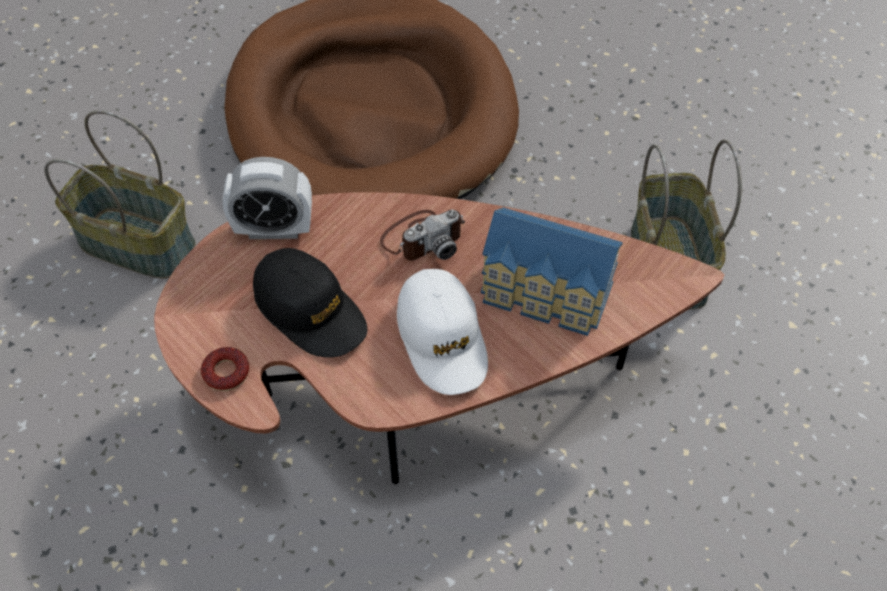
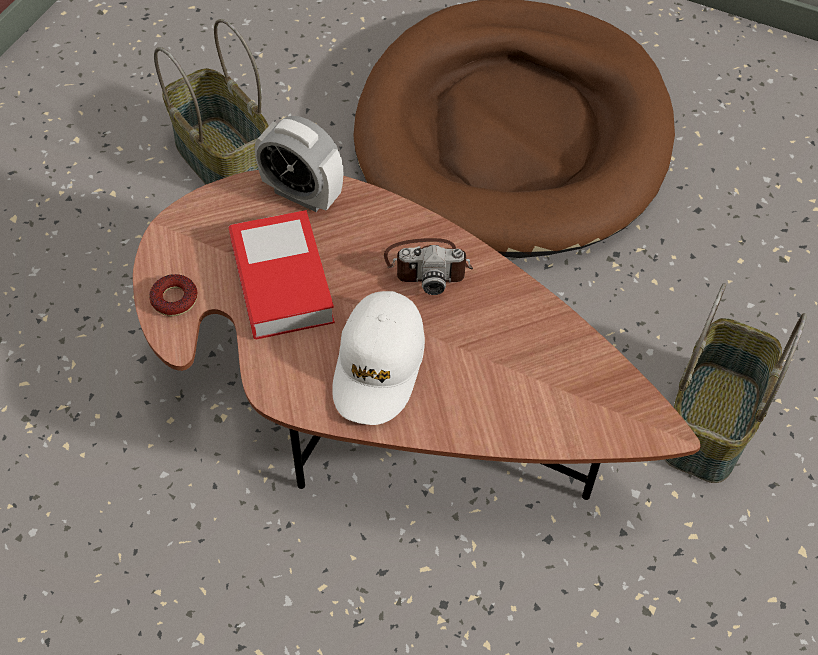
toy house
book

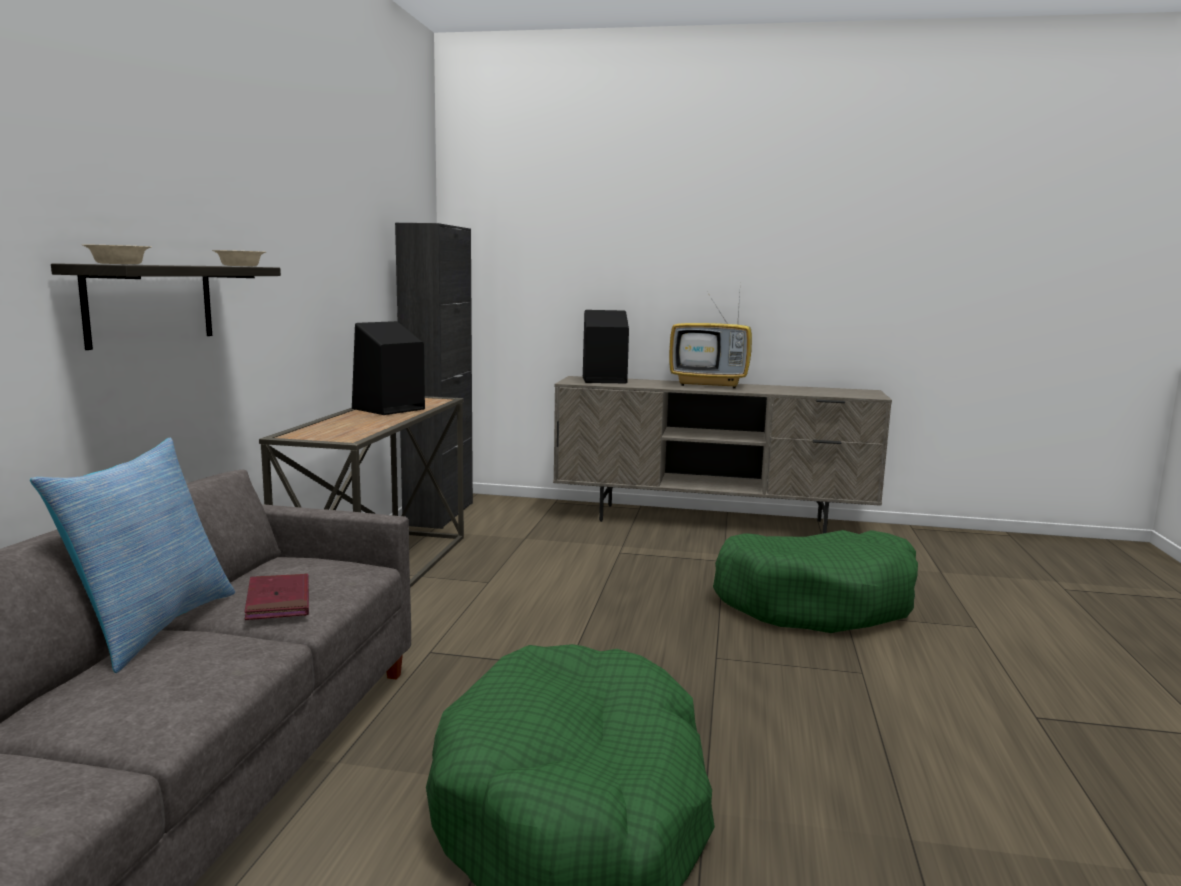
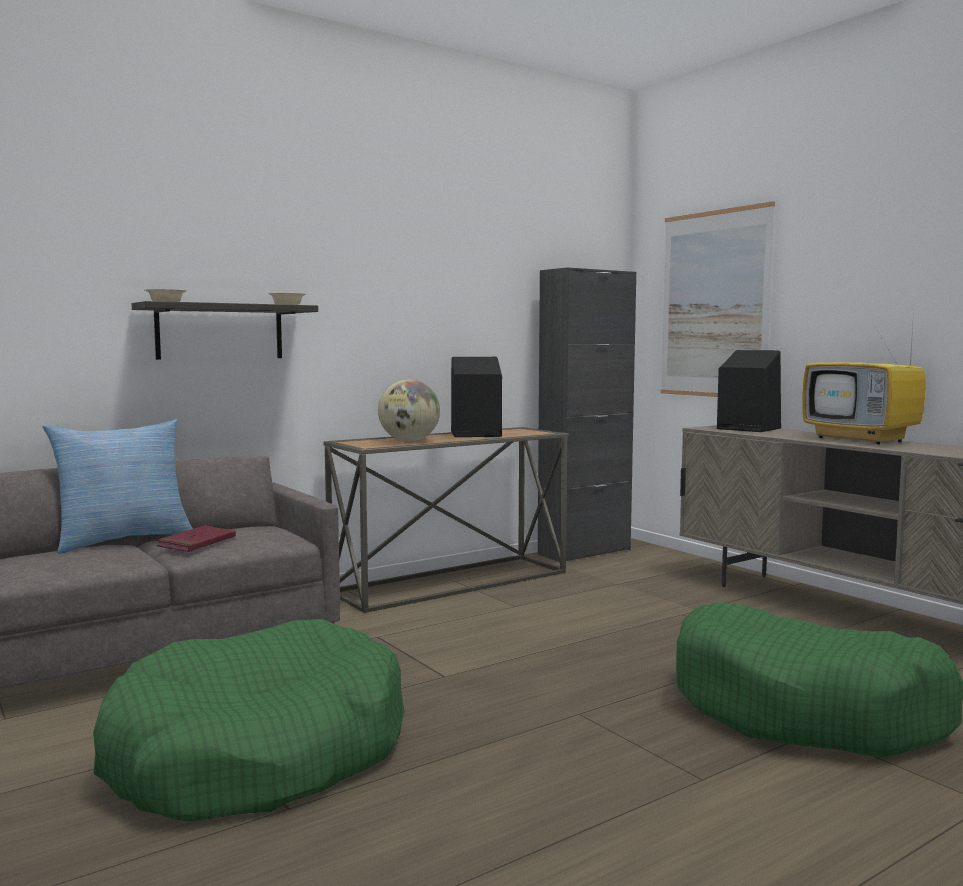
picture
globe

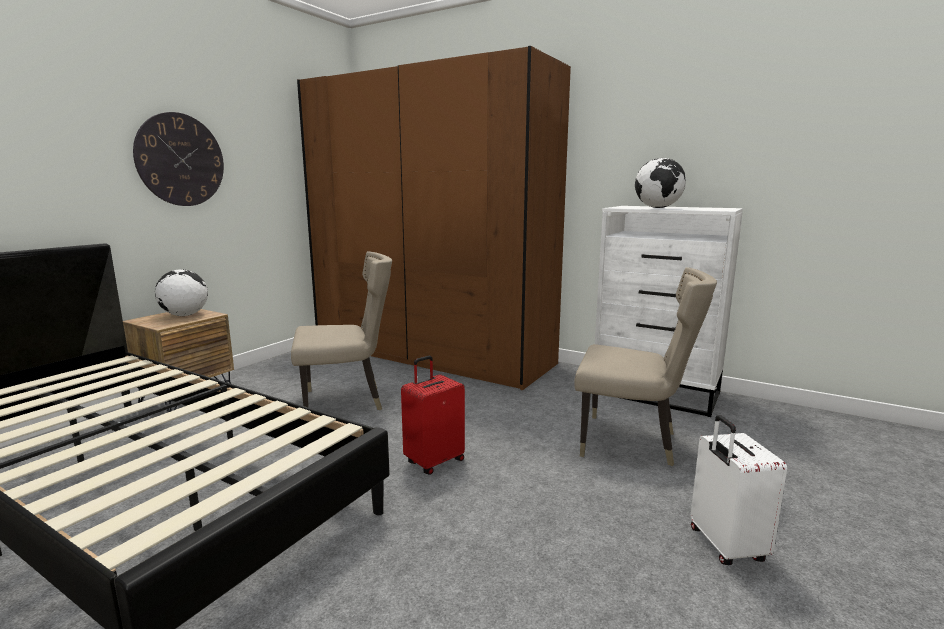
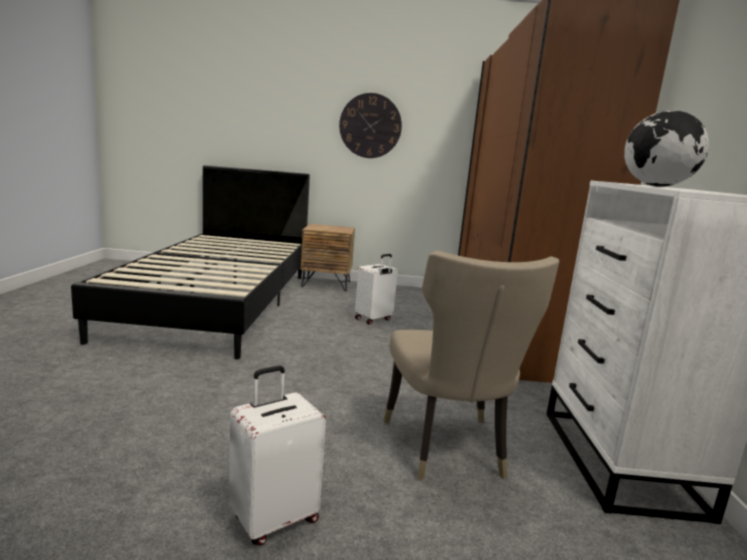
suitcase in white (2nd from left)
globe (1st from left in the first image)
suitcase in red

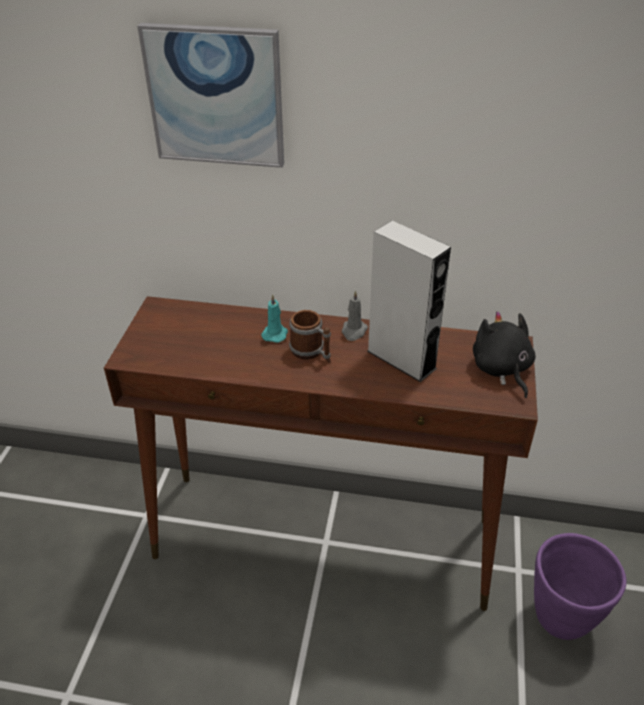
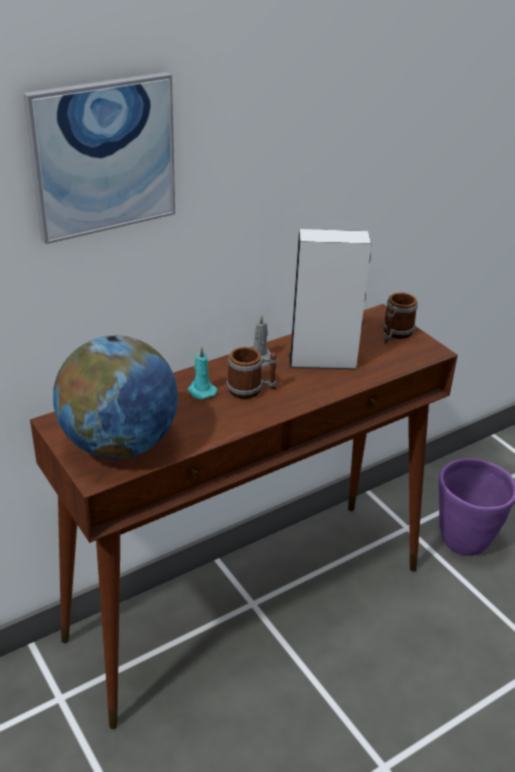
mug (2nd from left)
globe

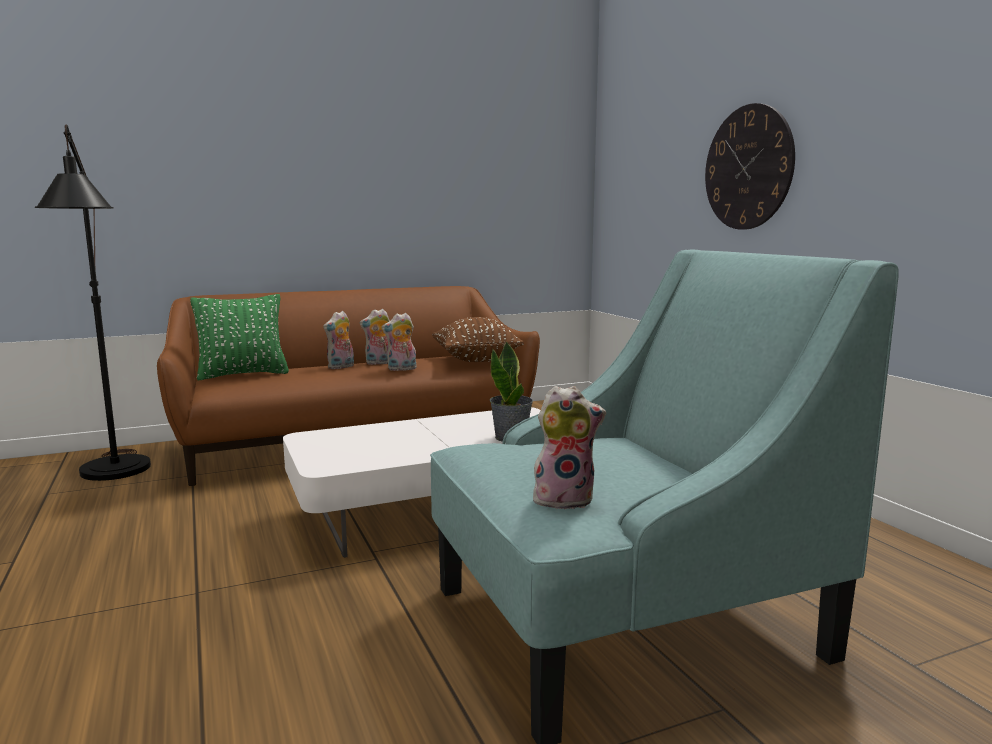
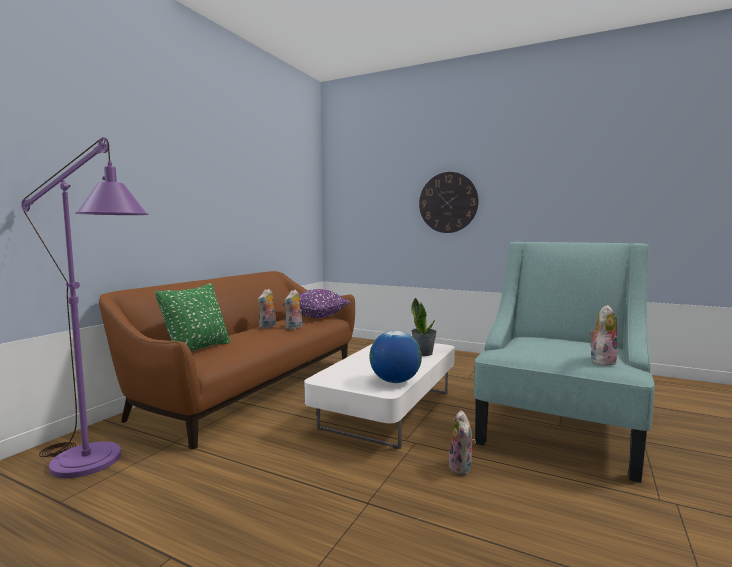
floor lamp in purple
plush toy (3rd from left)
pillow in purple
globe

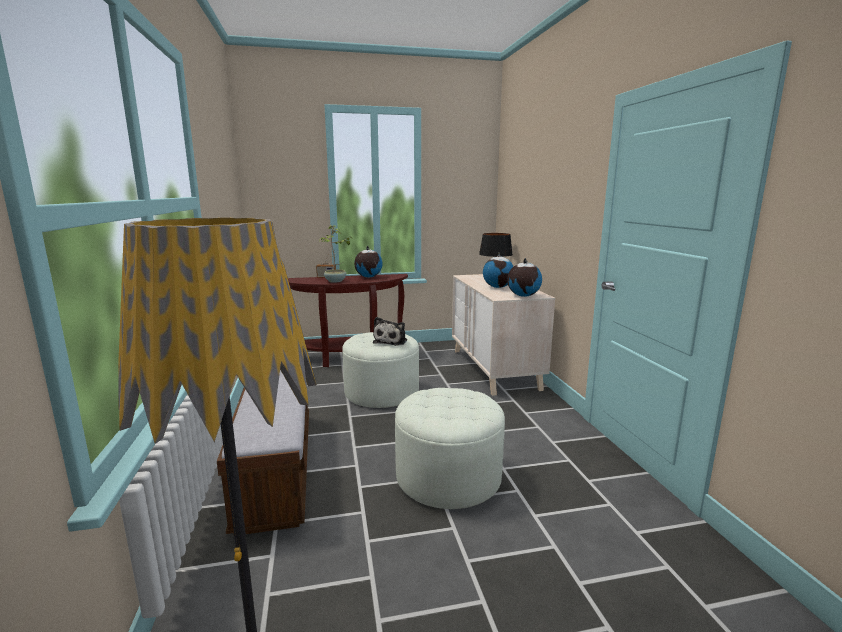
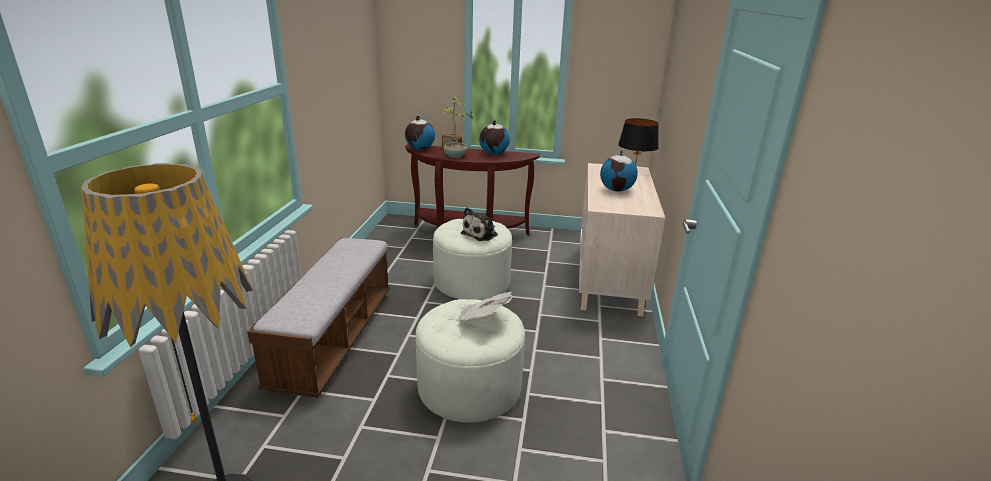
globe (1st from left)
newspaper

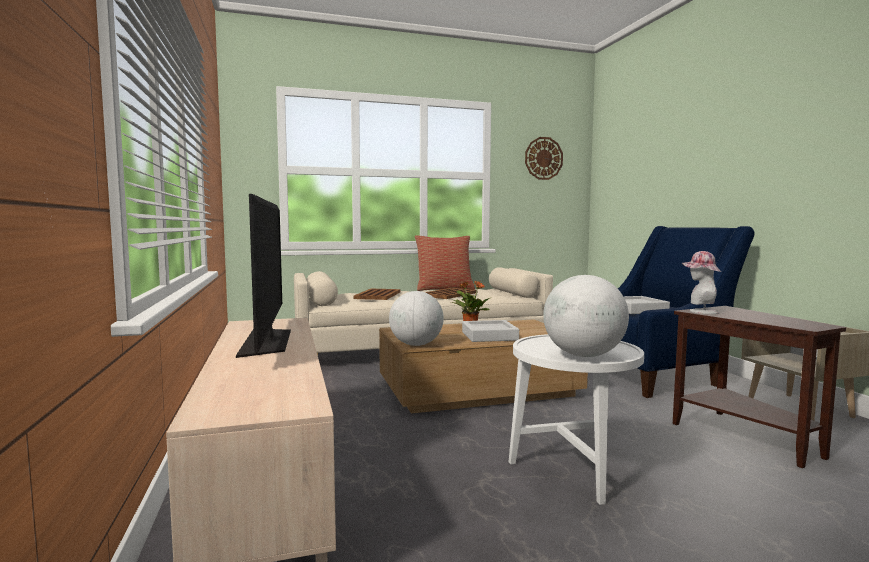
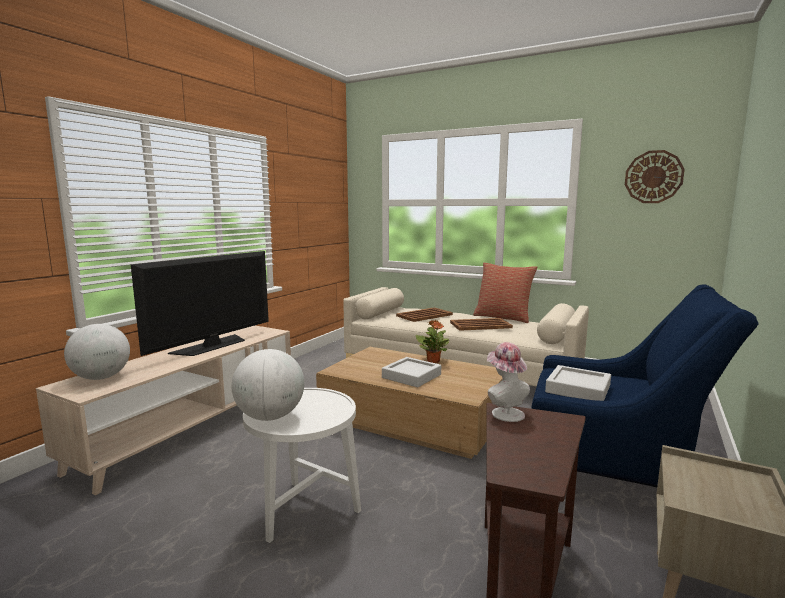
globe (1st from left)

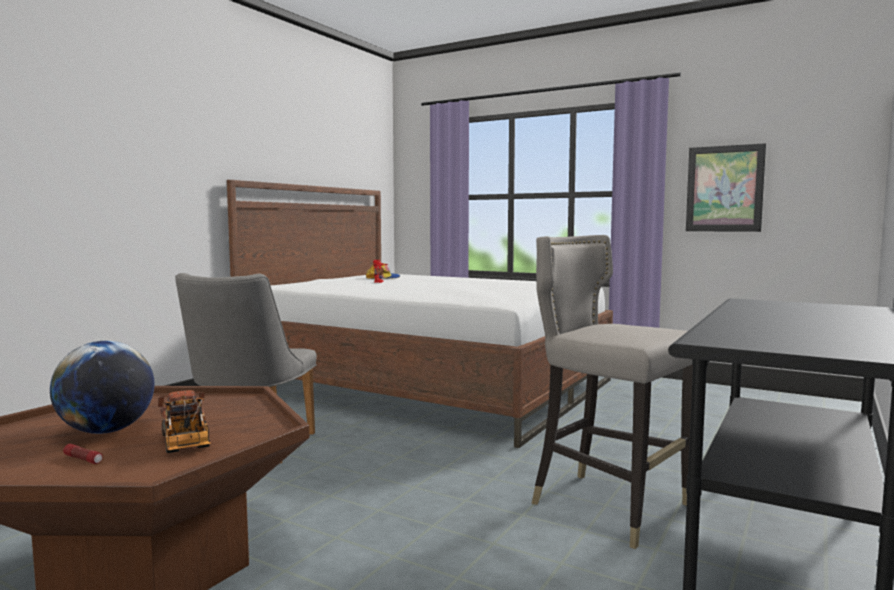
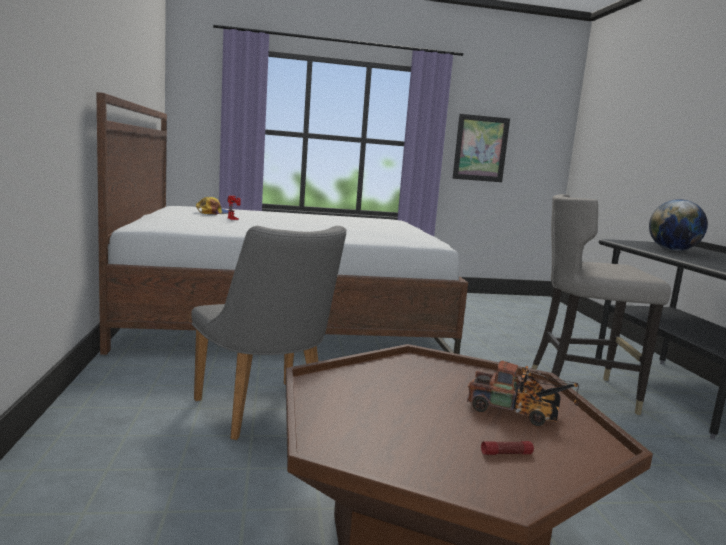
globe

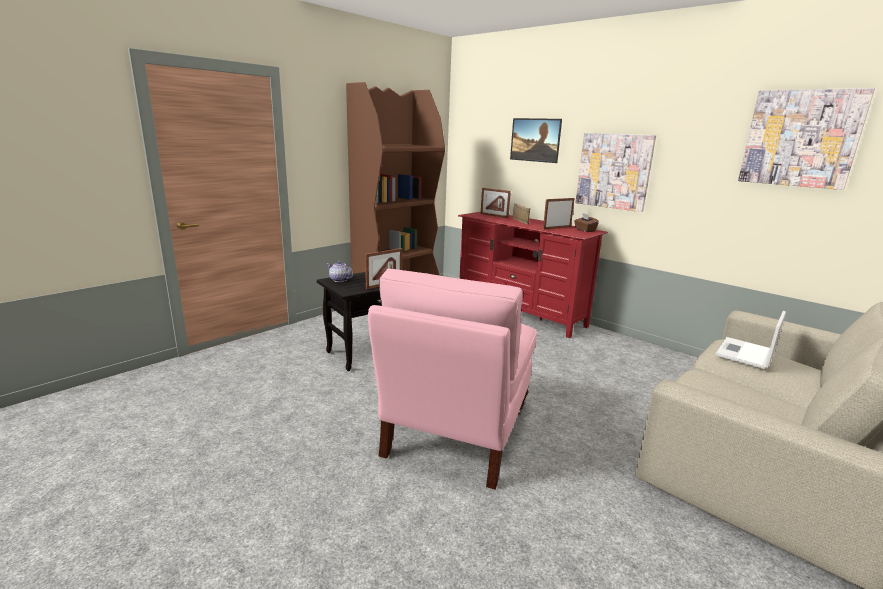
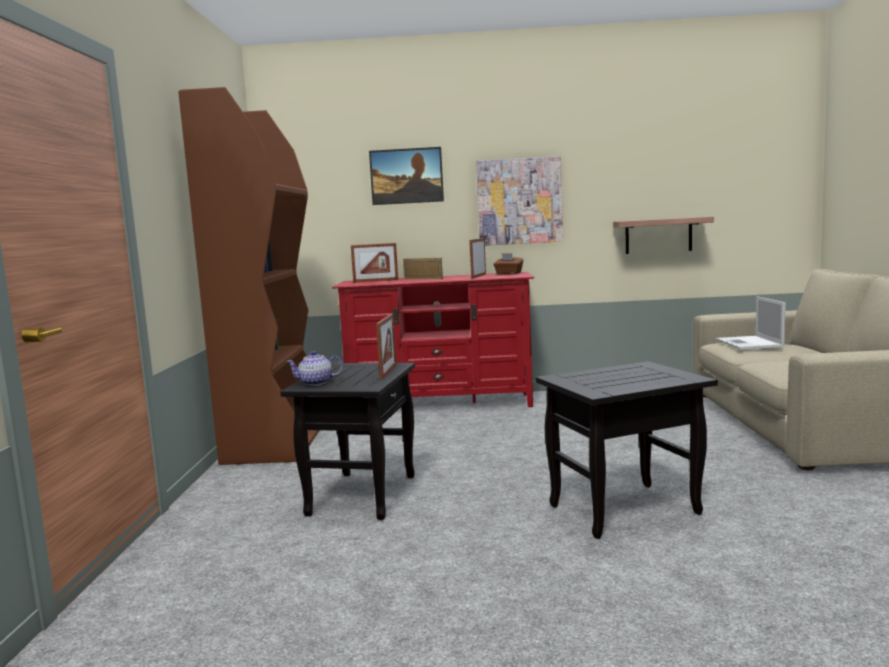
picture (3rd from left in the first image)
side table in black (2nd from left)
shelf

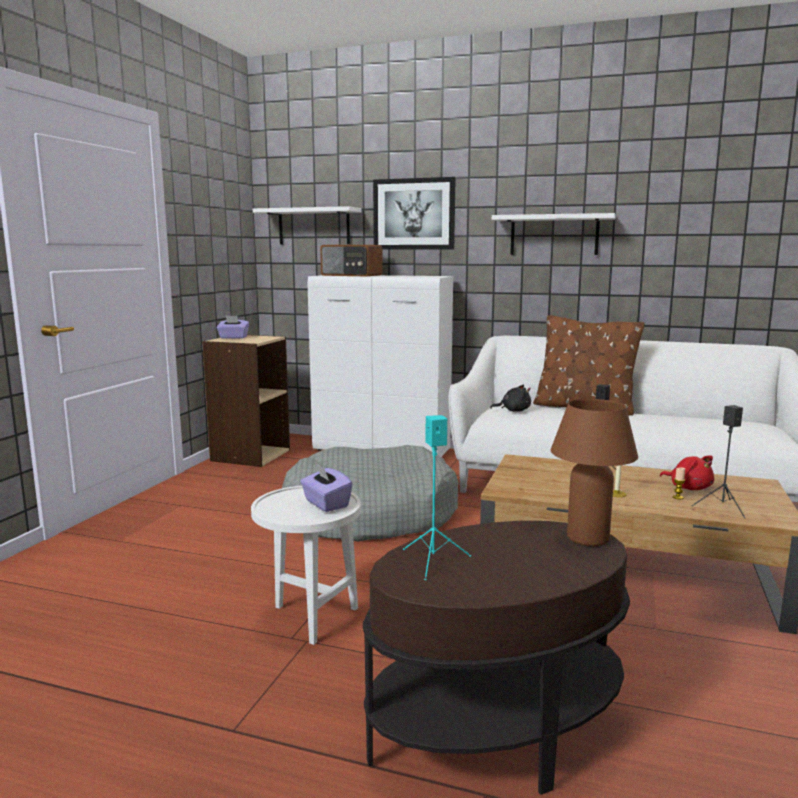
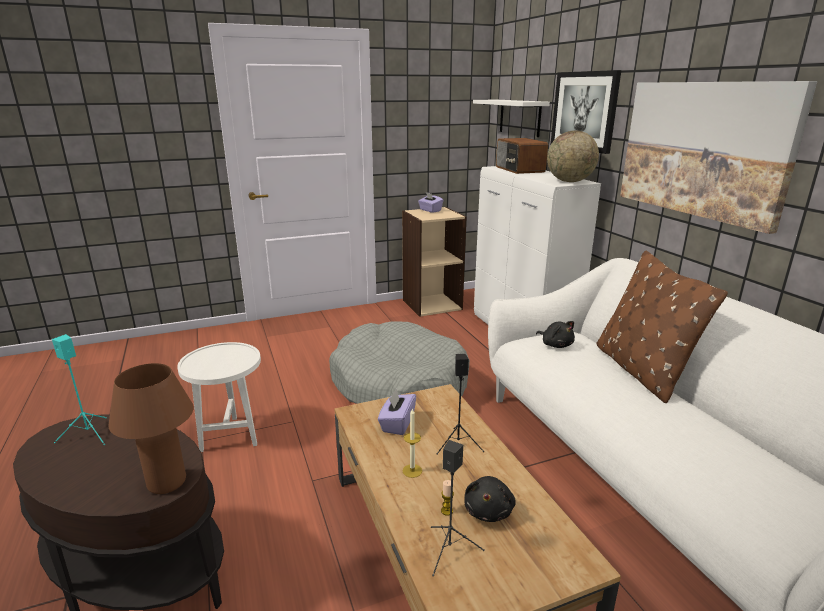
picture (2nd from left)
plush toy in black (1st from left)
tissue box in purple (1st from left)
globe

